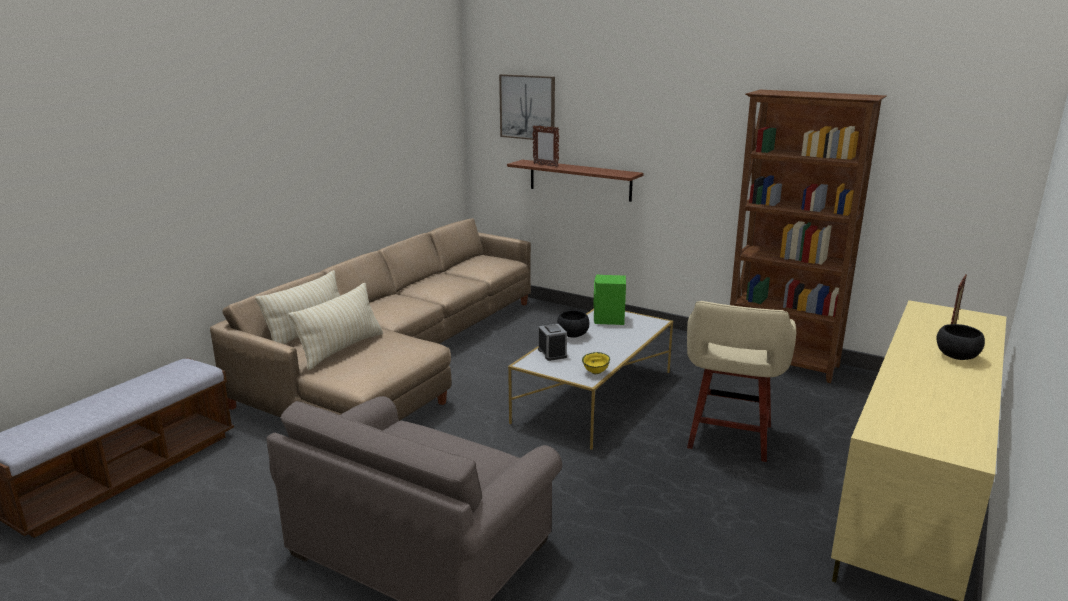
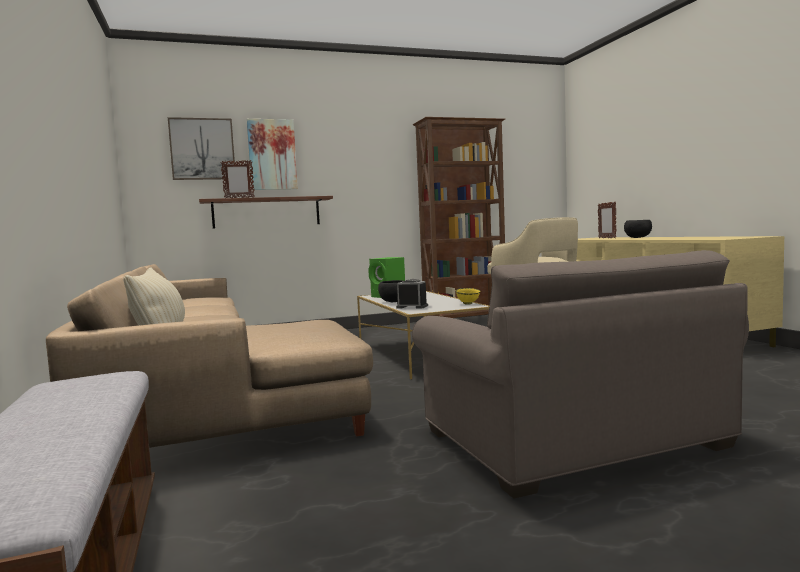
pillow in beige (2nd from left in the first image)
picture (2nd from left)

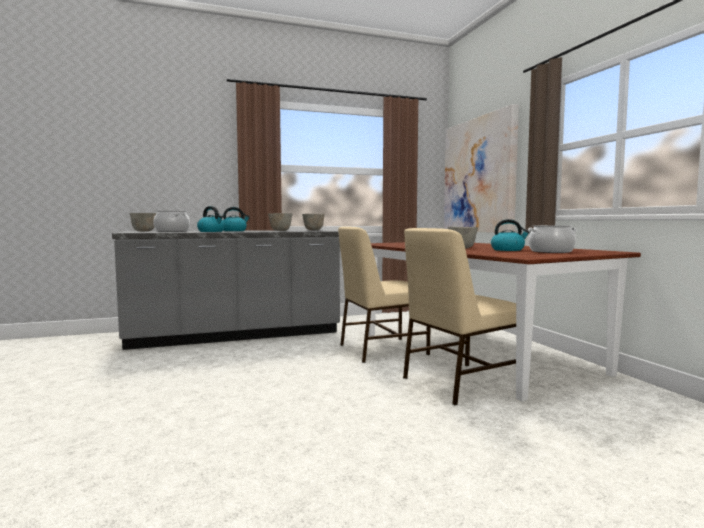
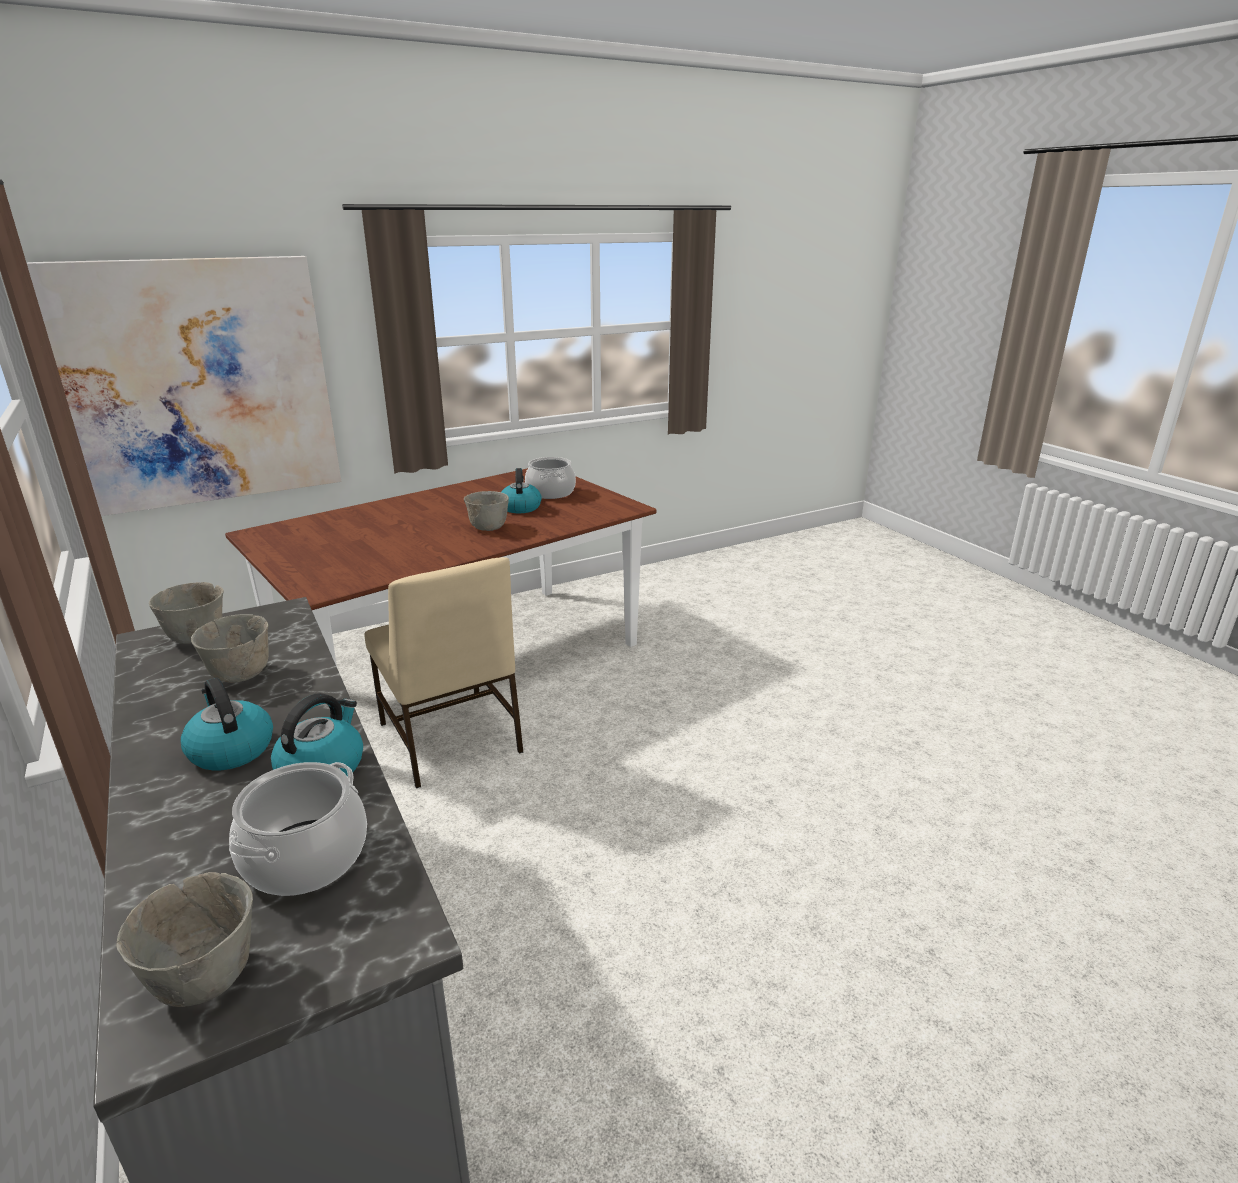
chair in beige (2nd from left in the first image)

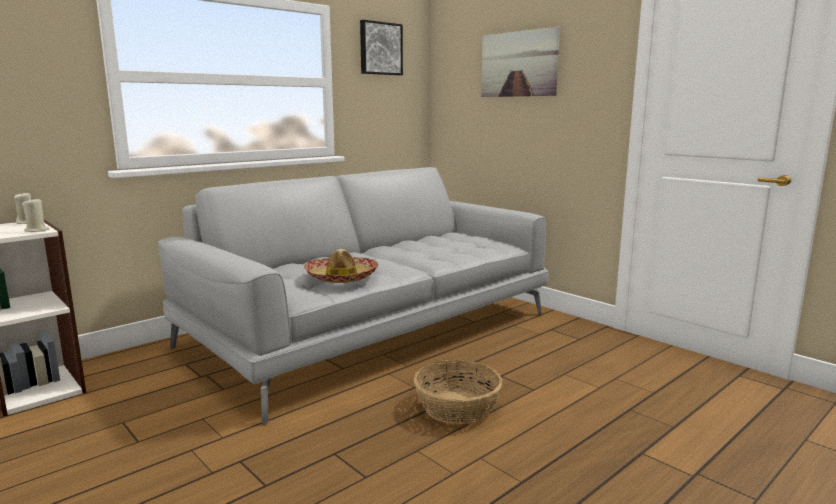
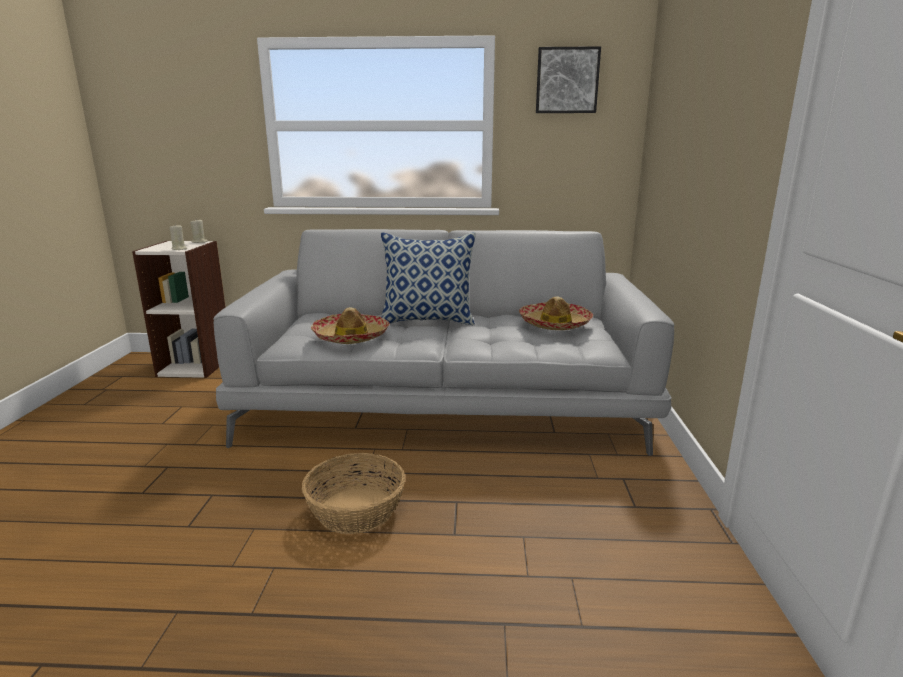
picture (2nd from left in the first image)
pillow
hat (2nd from left)

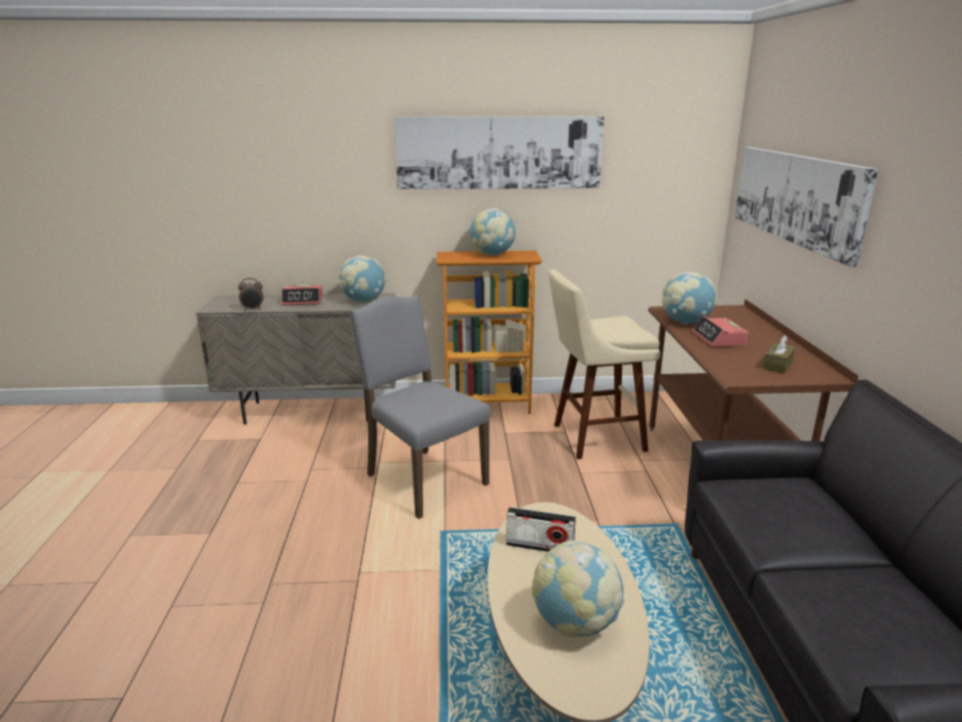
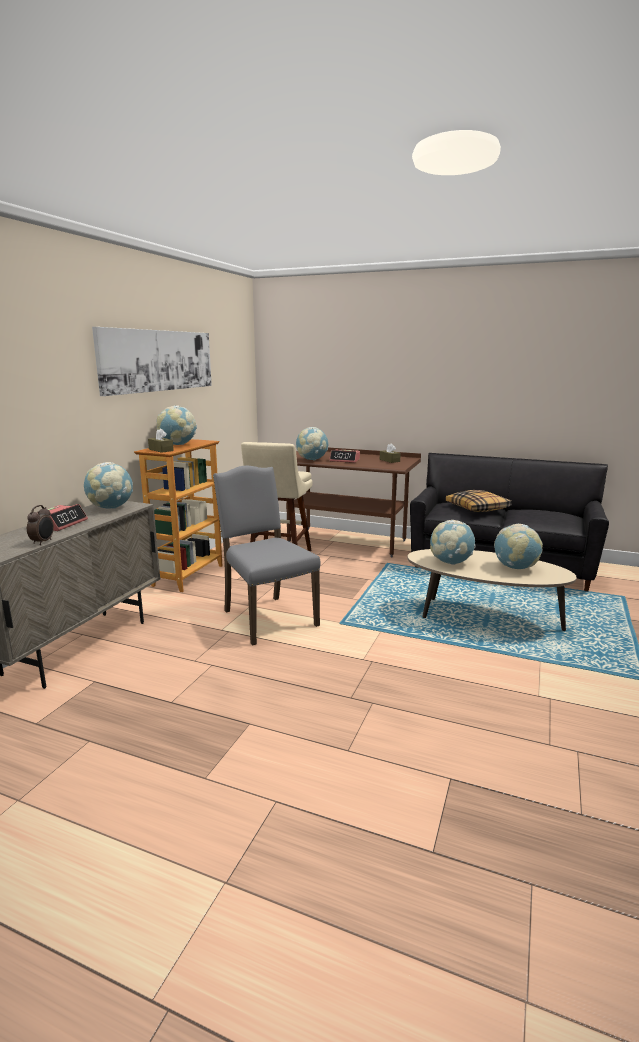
picture (2nd from left in the first image)
chair in grey
globe (4th from left)
tissue box in brown (1st from left)
pillow

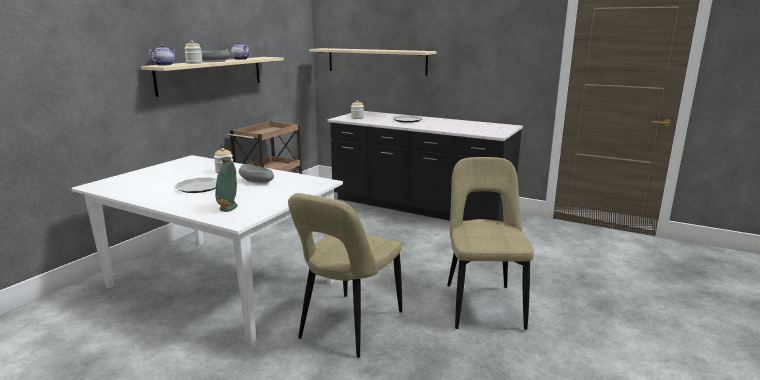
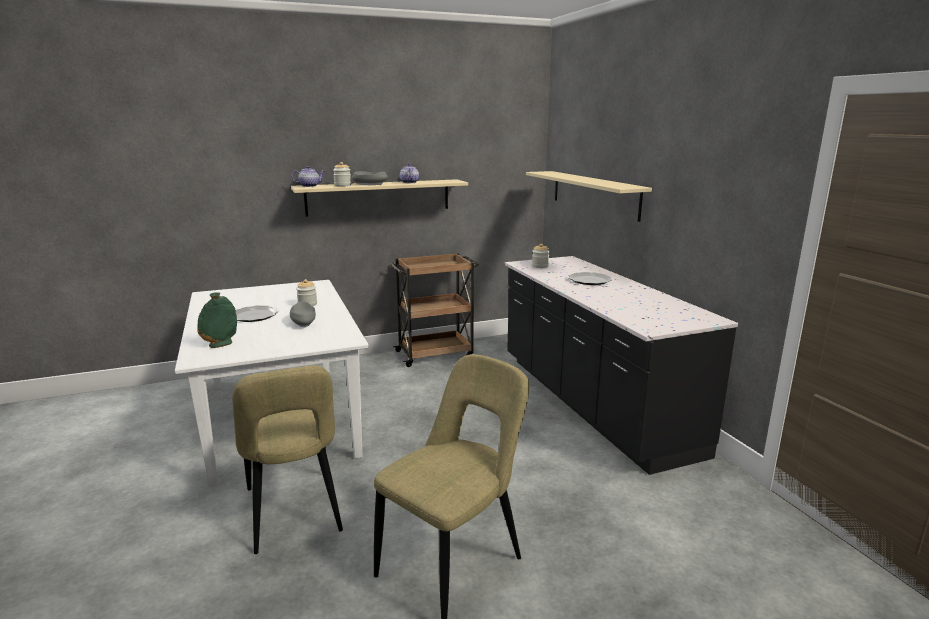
chair in beige (1st from left)

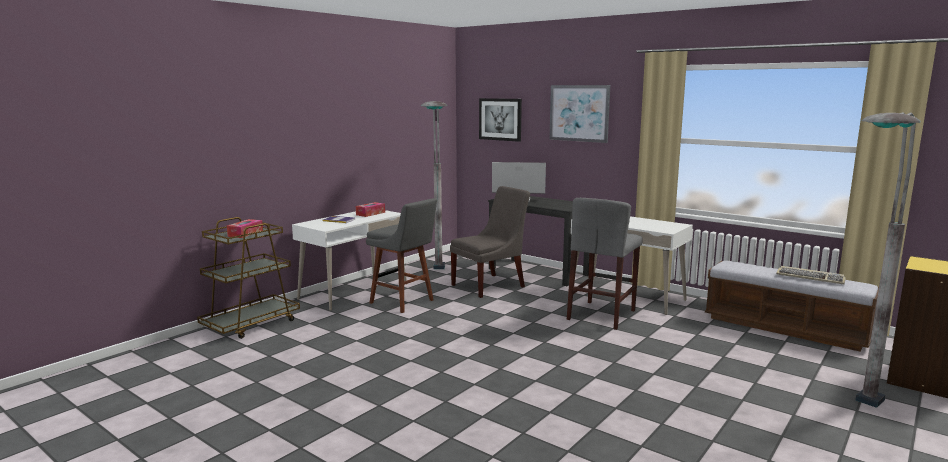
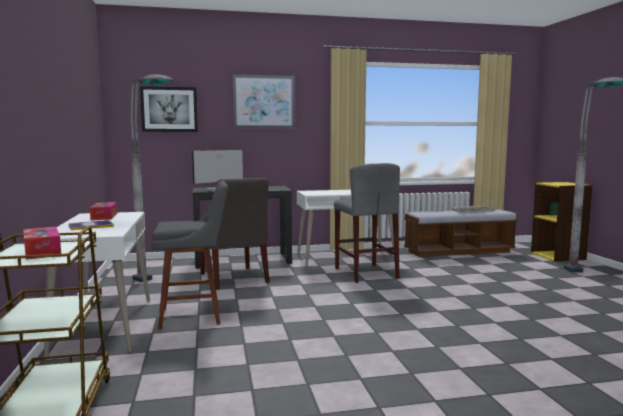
chair in grey

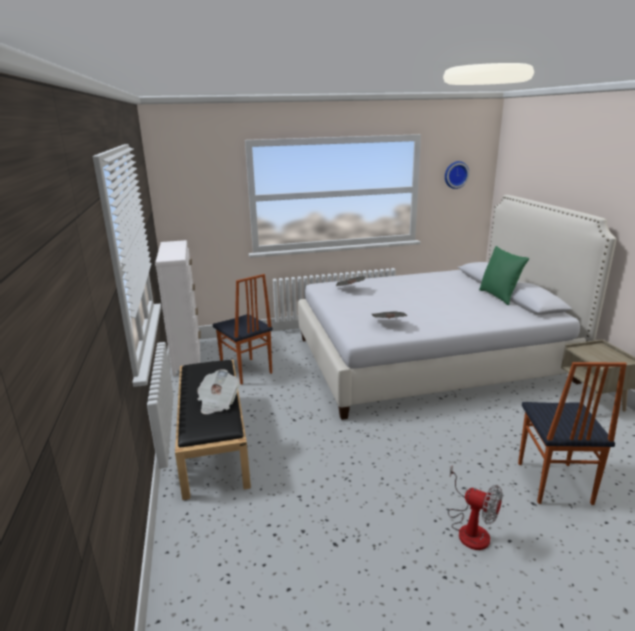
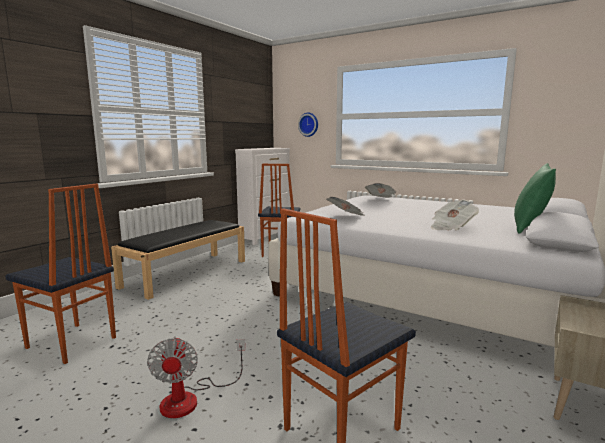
wall clock
newspaper (3rd from left)
chair (1st from left)

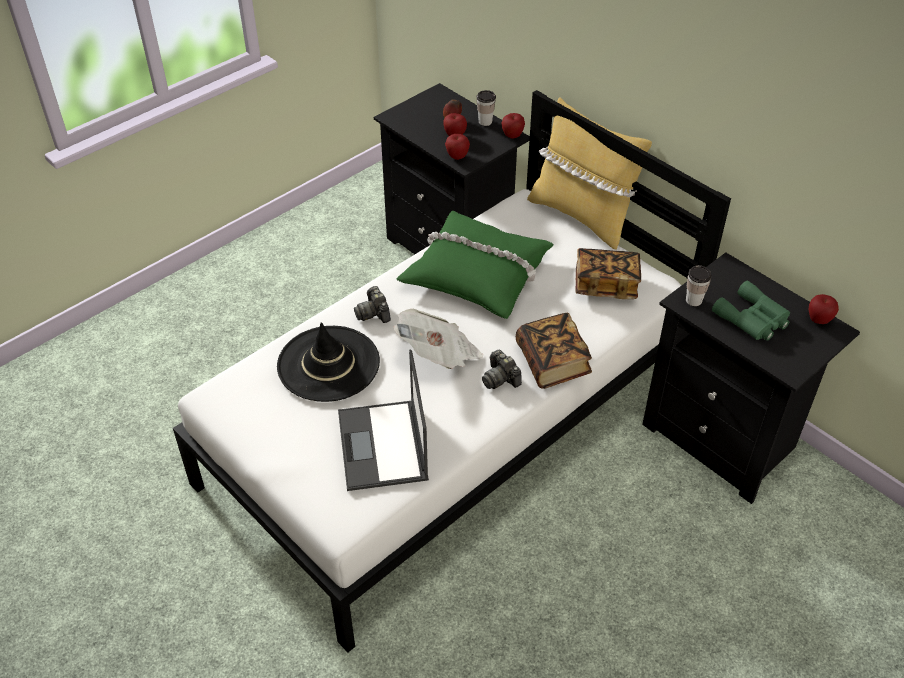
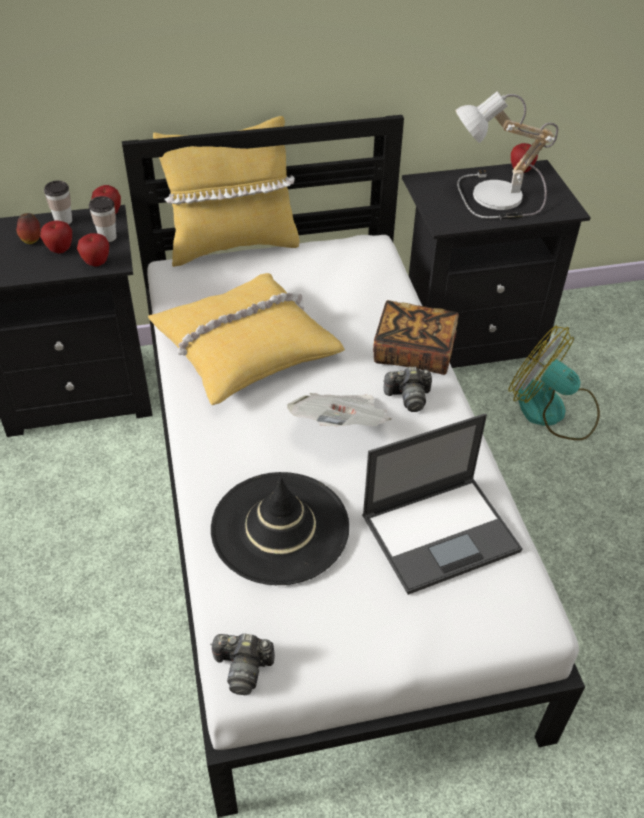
pillow in yellow (2nd from left)
book (2nd from left in the first image)
cup (2nd from left)
table lamp
photo camera (1st from left)
laptop
fan

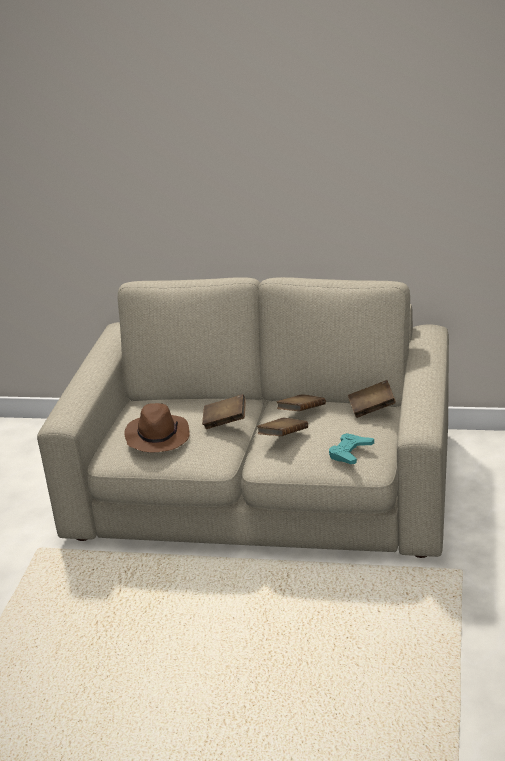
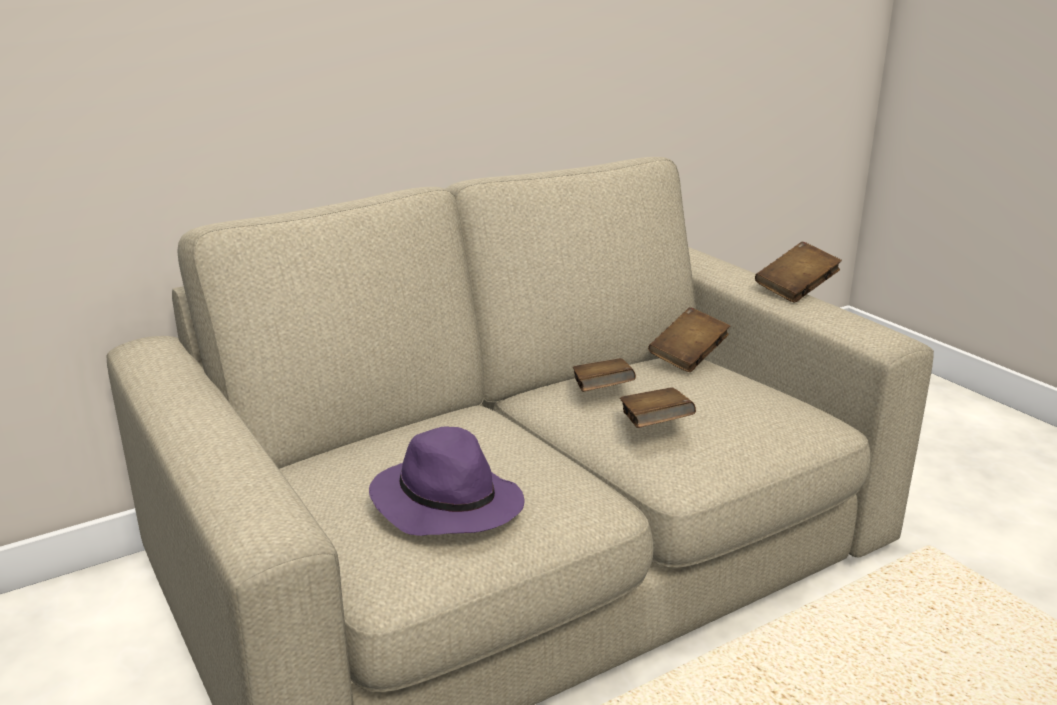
book in brown (4th from left)
hat in purple
game controller in turquoise

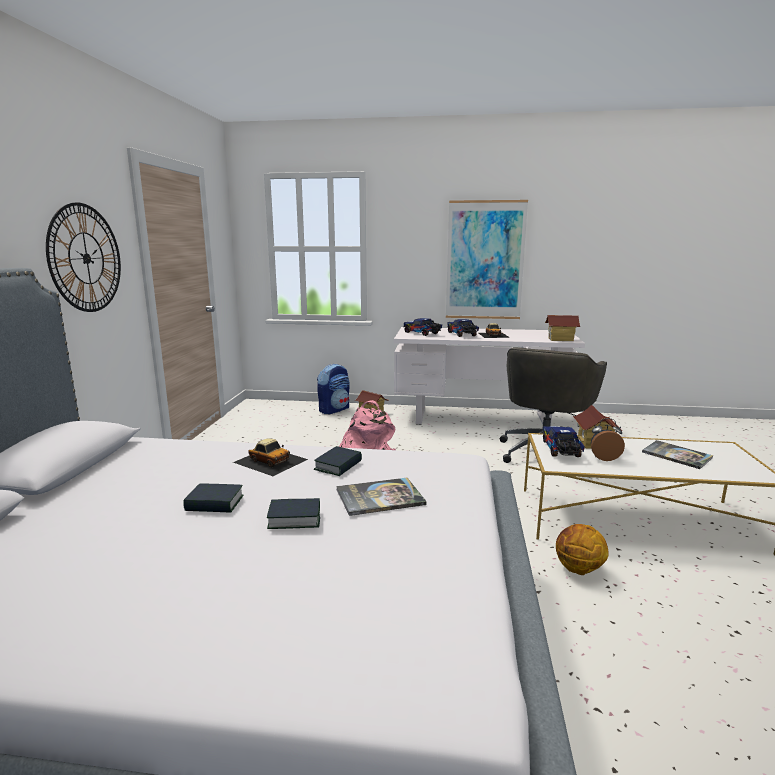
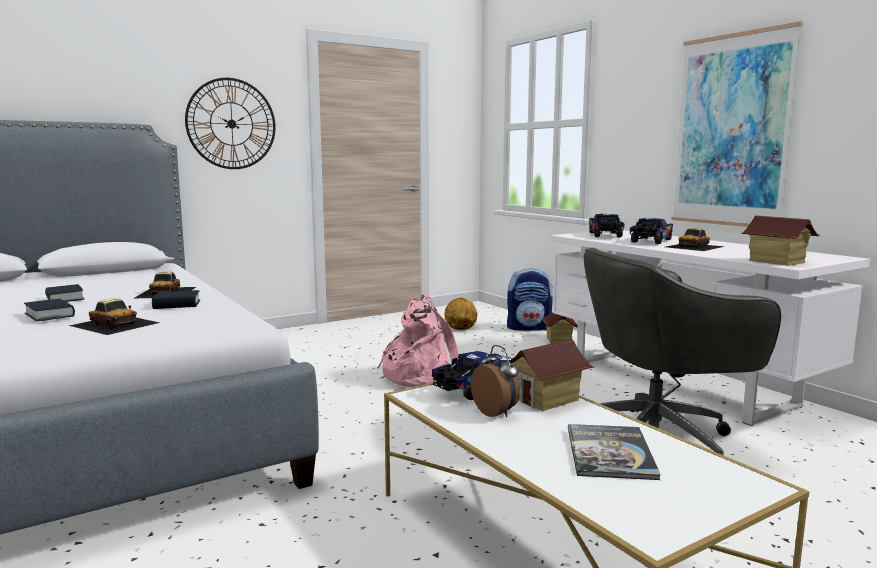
toy car (1st from left)
basketball

